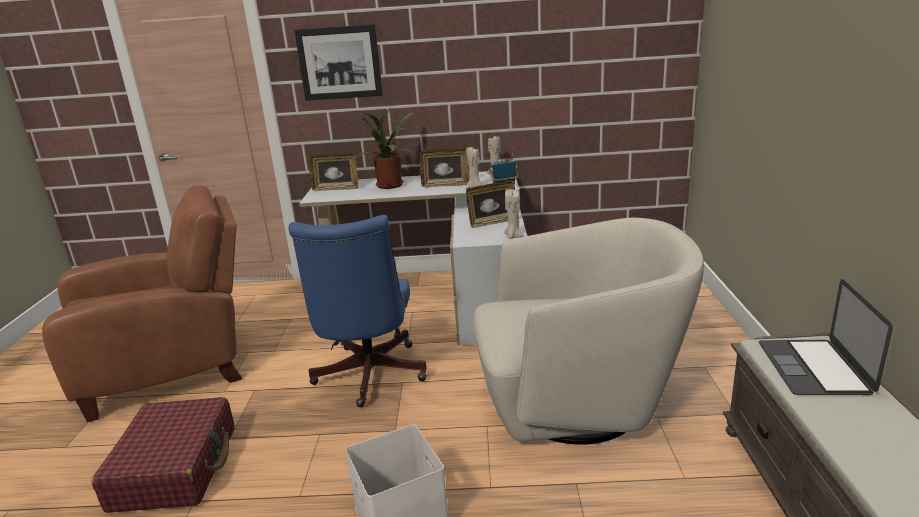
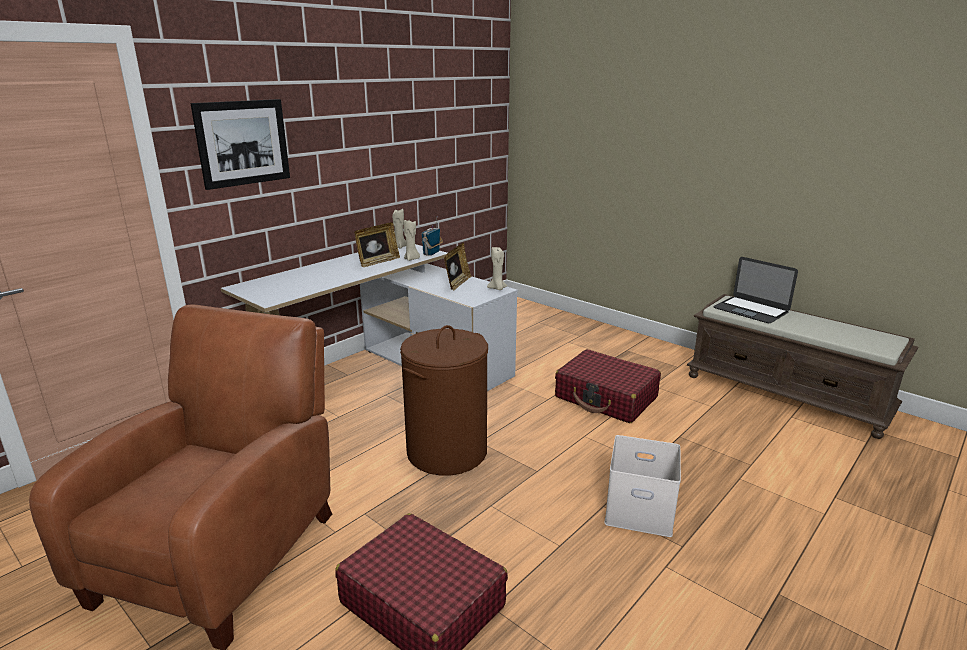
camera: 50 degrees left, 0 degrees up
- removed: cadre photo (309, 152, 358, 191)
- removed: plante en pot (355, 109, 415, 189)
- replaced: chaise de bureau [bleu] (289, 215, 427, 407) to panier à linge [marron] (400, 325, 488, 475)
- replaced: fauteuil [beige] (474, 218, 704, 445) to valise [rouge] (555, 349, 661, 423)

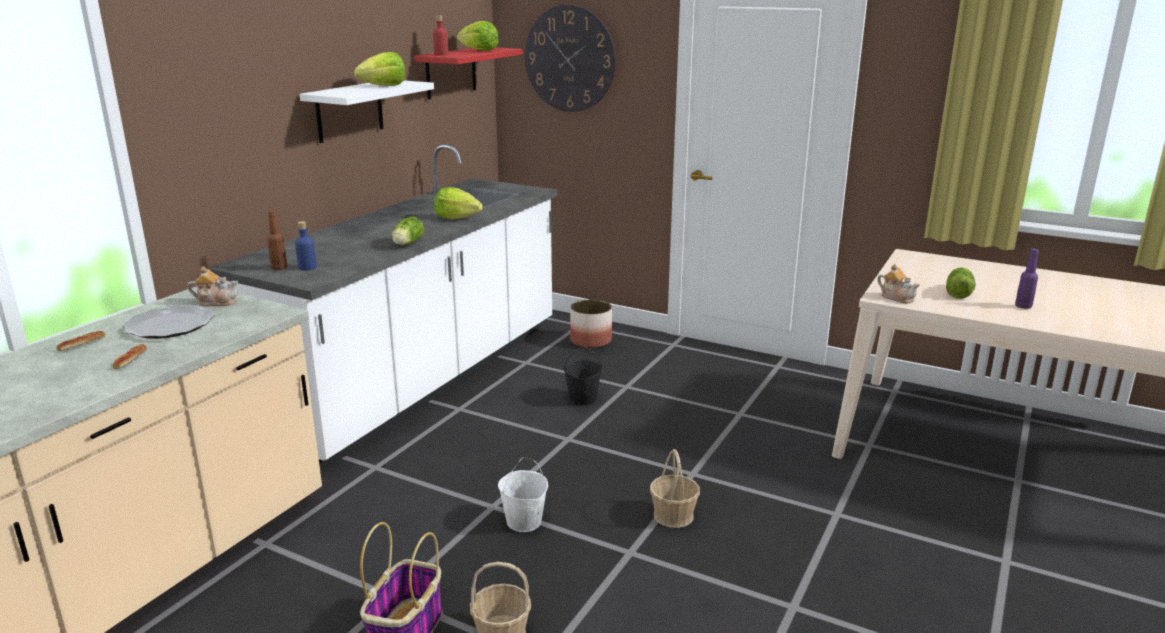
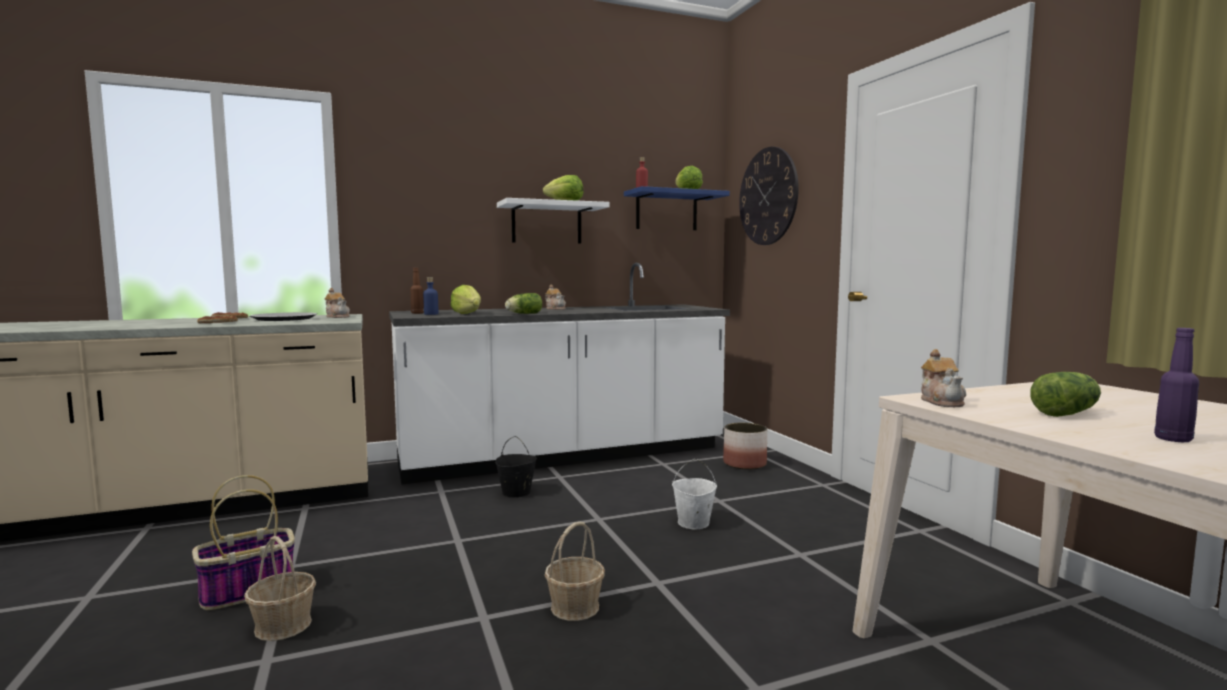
camera: 40 degrees right, 15 degrees down
- added: théière (545, 284, 566, 310)
- moved: laitue (434, 187, 483, 220) to (450, 285, 481, 314)
- moved: seau [blanc] (498, 457, 548, 532) to (672, 459, 717, 530)
- moved: seau [noir] (563, 346, 603, 405) to (495, 436, 537, 498)
- recoloured: étagère [rouge] (414, 47, 523, 100) to étagère [bleu] (624, 186, 730, 230)

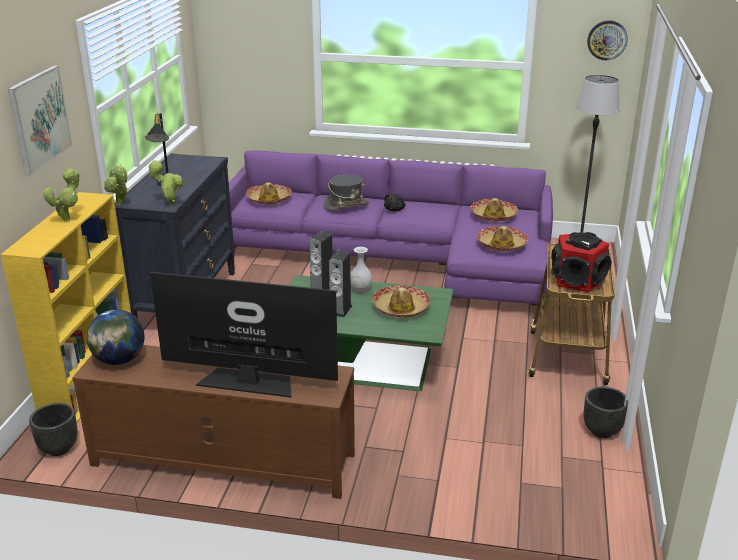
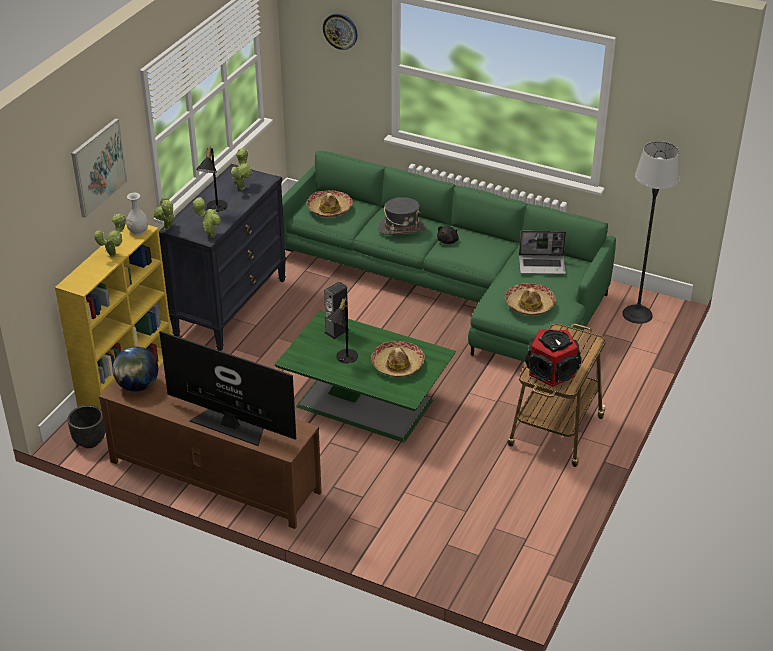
camera: 15 degrees right, 10 degrees up
- removed: cache-pot [noir] (584, 386, 628, 438)
- added: plante en pot (231, 148, 252, 190)
- moved: vase [blanc] (351, 247, 372, 293) to (126, 193, 148, 235)
- moved: horloge murale (587, 20, 628, 60) to (323, 14, 357, 50)
- replaced: enceinte (329, 250, 352, 317) to lampe de table [noir] (326, 297, 358, 363)
- replaced: chapeau (470, 198, 519, 221) to ordinateur portable (519, 230, 566, 274)
- recoloured: canapé [violet] (229, 150, 553, 316) to canapé [vert] (282, 151, 616, 362)

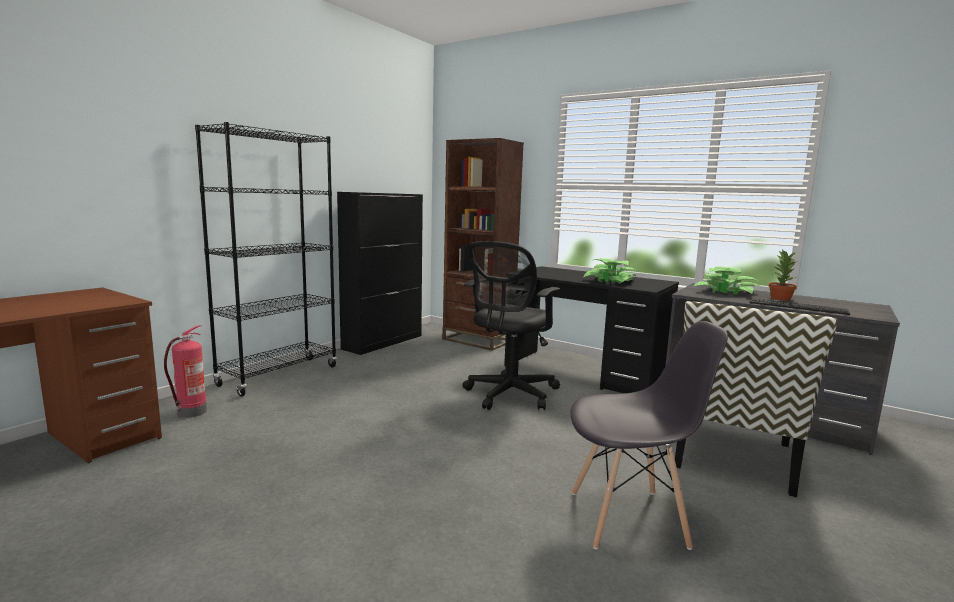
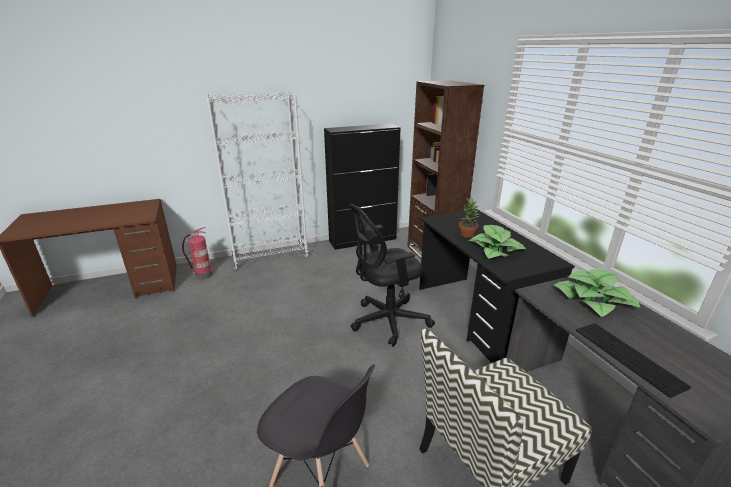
camera: 35 degrees right, 15 degrees up
- moved: plante en pot (769, 249, 797, 301) to (459, 197, 479, 238)
- recoloured: bibliothèque [noir] (195, 122, 337, 396) to bibliothèque [blanc] (206, 91, 309, 270)

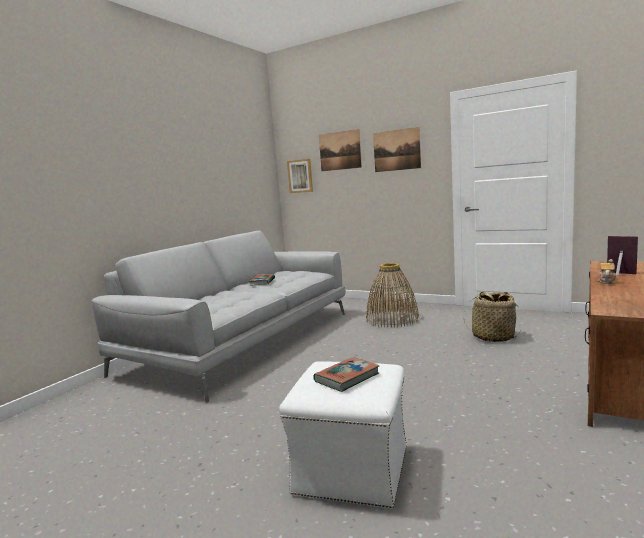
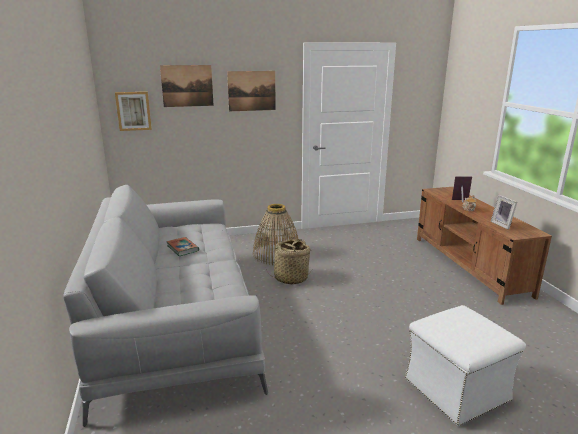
camera: 45 degrees left, 10 degrees up
- removed: livre (313, 357, 379, 392)
- added: cadre photo (491, 195, 517, 230)
- moved: panier (463, 292, 521, 342) to (266, 239, 312, 285)

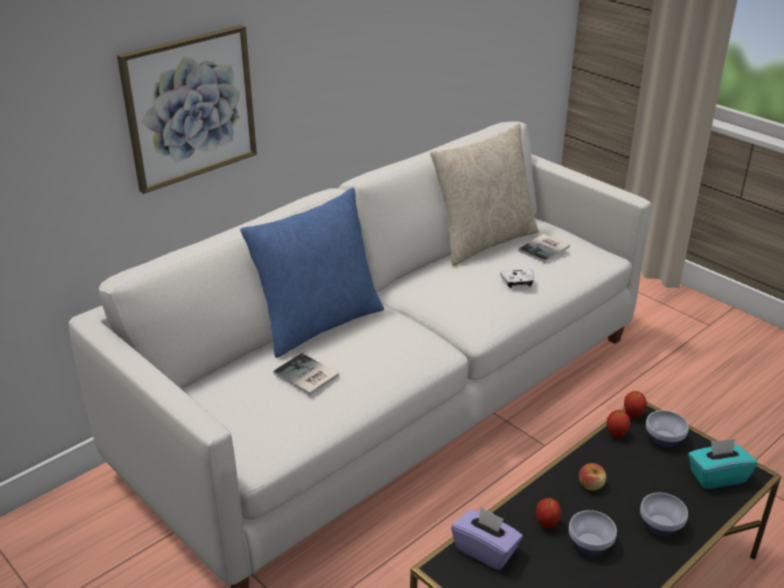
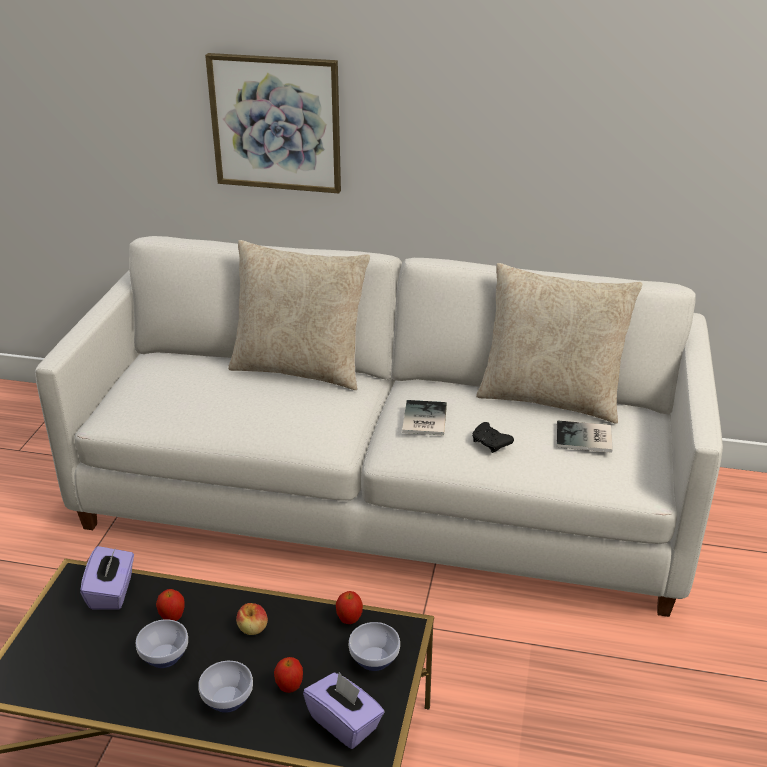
camera: 55 degrees right, 0 degrees up
- moved: livre (273, 353, 339, 395) to (402, 400, 447, 435)
- moved: pomme (624, 391, 647, 418) to (274, 657, 303, 693)
- recoloured: coussin [bleu] (240, 187, 384, 358) to coussin [beige] (228, 240, 370, 390)
- recoloured: manette [blanc] (500, 269, 534, 288) to manette [noir] (472, 422, 514, 453)
- recoloured: boîte à mouchoirs [turquoise] (688, 439, 757, 489) to boîte à mouchoirs [violet] (303, 672, 385, 749)

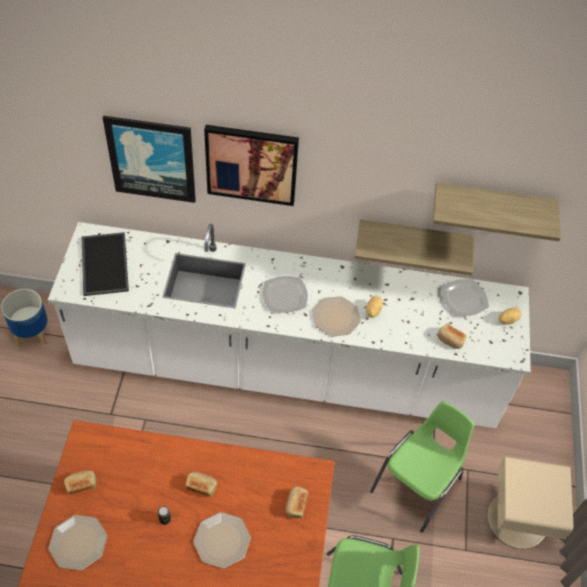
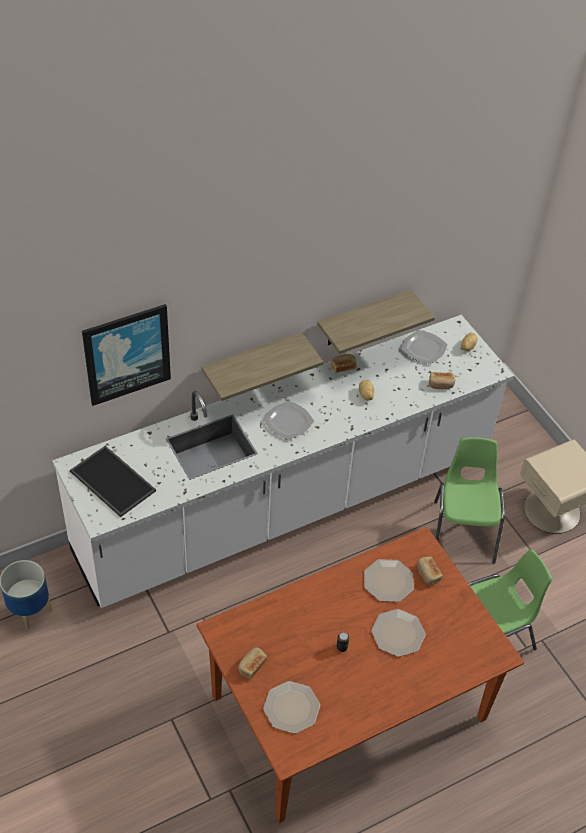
camera: 35 degrees left, 5 degrees down
- removed: tableau (204, 125, 299, 206)
- moved: pain (186, 472, 217, 497) to (331, 354, 357, 373)
- moved: assiette (312, 296, 361, 336) to (364, 559, 414, 602)
- moved: étagère (433, 183, 561, 241) to (201, 332, 323, 401)

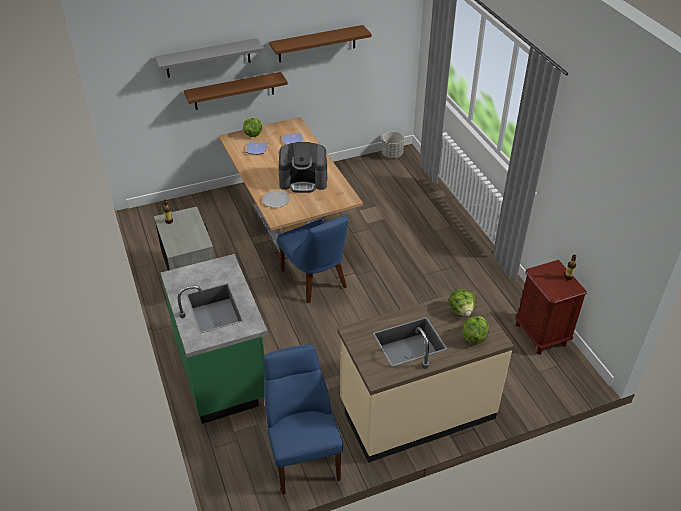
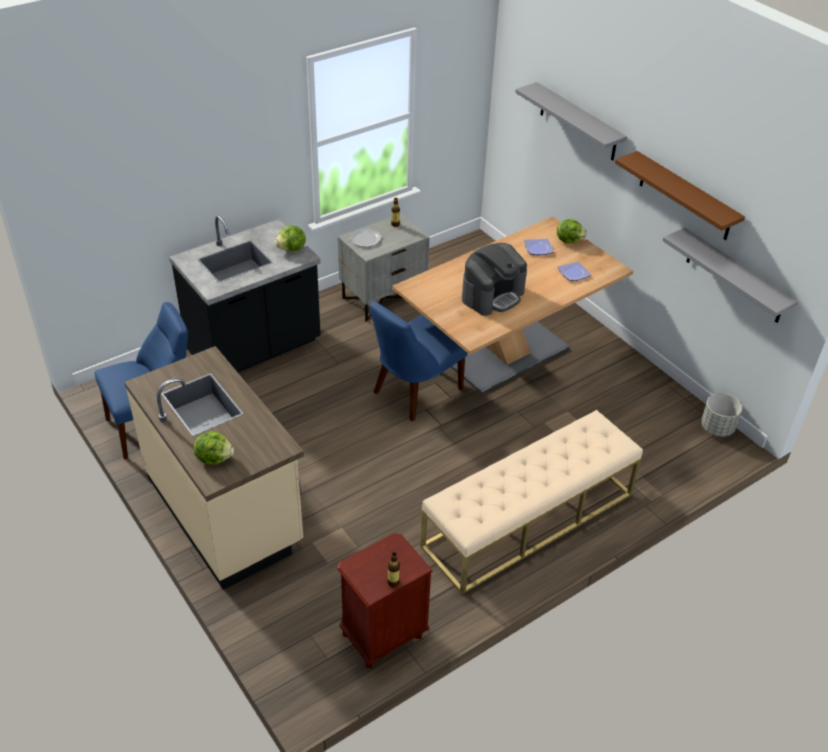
camera: 75 degrees right, 0 degrees up
- removed: étagère [marron] (184, 72, 288, 110)
- added: banc [beige] (420, 410, 643, 595)
- added: étagère [gris] (662, 228, 799, 323)
- moved: assiette (262, 191, 290, 208) to (350, 228, 381, 247)
- moved: laitue (449, 289, 475, 316) to (275, 226, 306, 252)
- recoloured: comptoir de cuisine [vert] (161, 254, 268, 424) to comptoir de cuisine [noir] (169, 216, 321, 372)
- turned: machine à café (278, 142, 327, 193) = (462, 243, 527, 316) 120 degrees counterclockwise

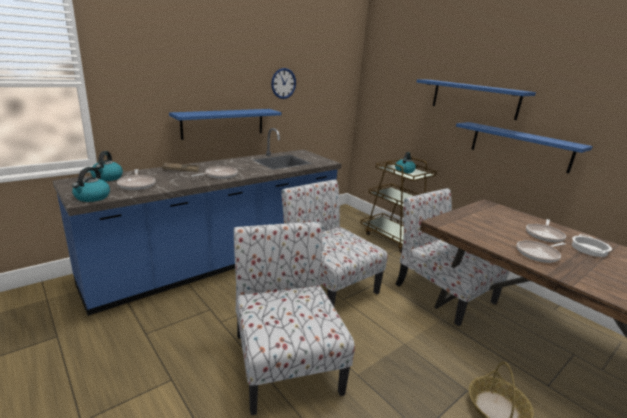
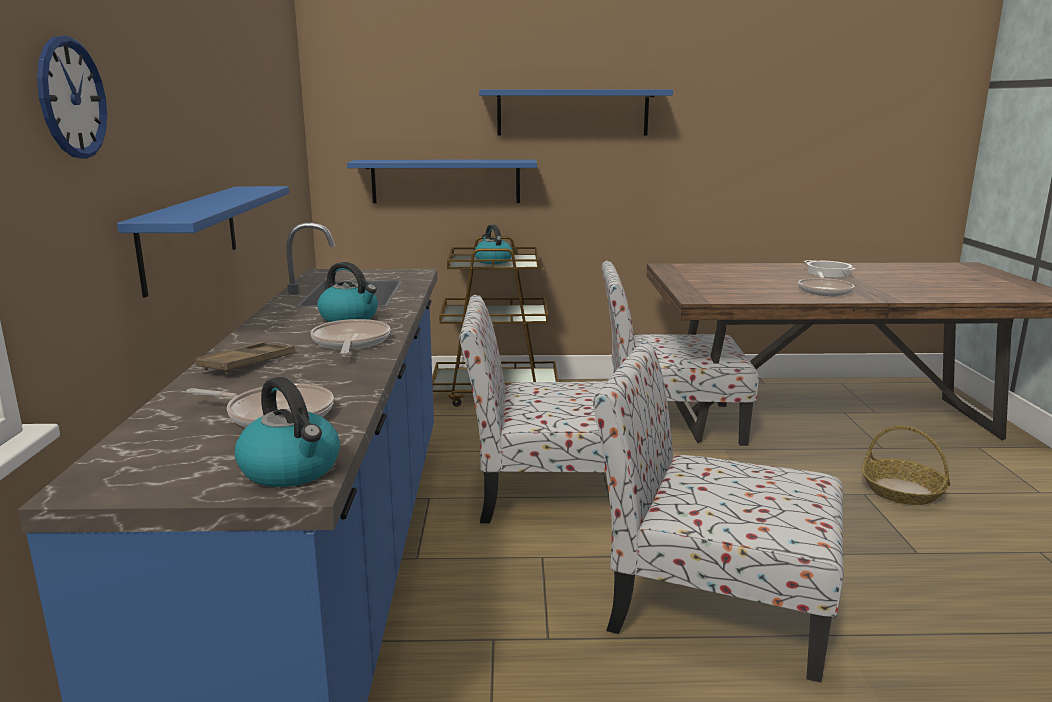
camera: 50 degrees left, 5 degrees down
- removed: poêle (526, 219, 566, 242)
- moved: bouilloire (91, 151, 123, 181) to (317, 262, 378, 322)
- moved: horloge murale (271, 68, 296, 99) to (37, 36, 107, 159)
- moved: étagère [bleu] (456, 122, 593, 174) to (347, 159, 537, 203)

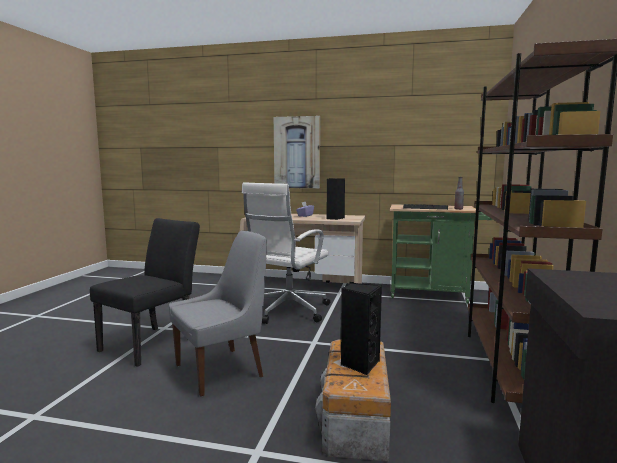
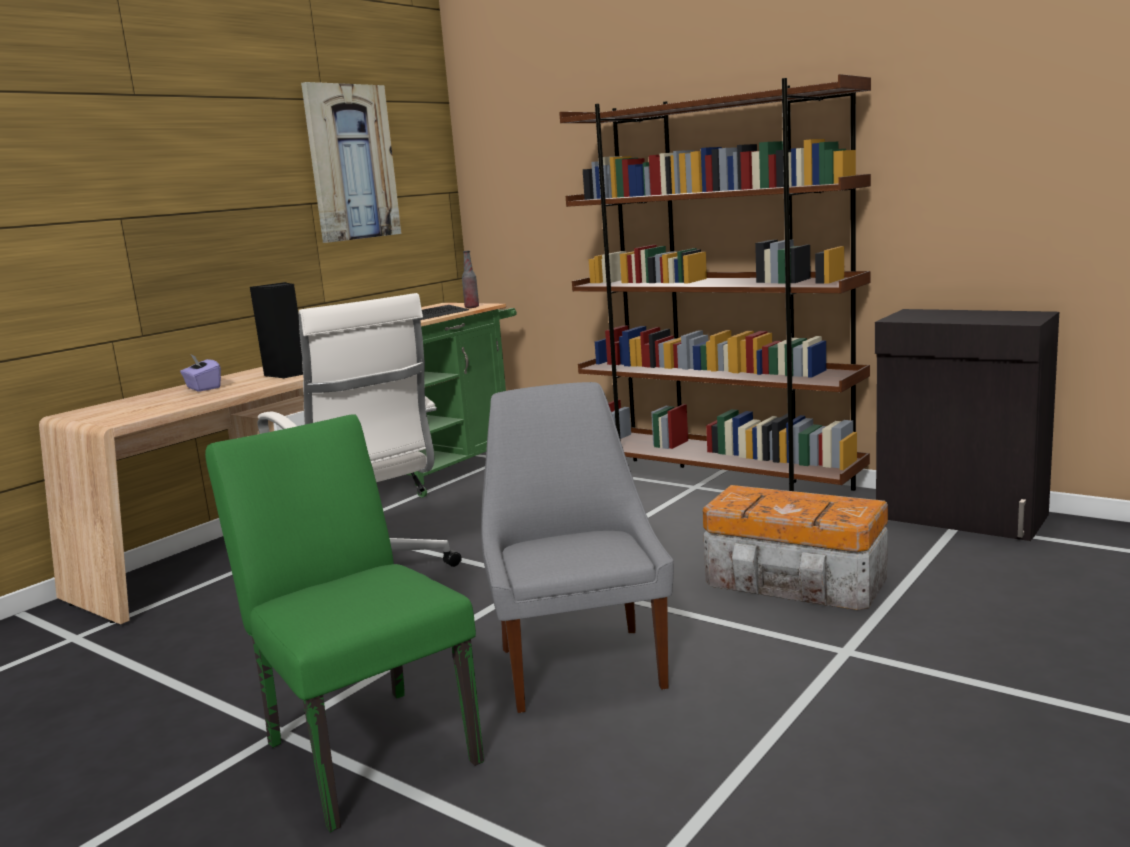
camera: 65 degrees left, 5 degrees up
- removed: enceinte [noir] (341, 283, 382, 375)
- moved: tableau (274, 116, 320, 188) to (301, 82, 402, 243)
- recoloured: chaise [noir] (90, 218, 200, 367) to chaise [vert] (205, 414, 484, 832)

